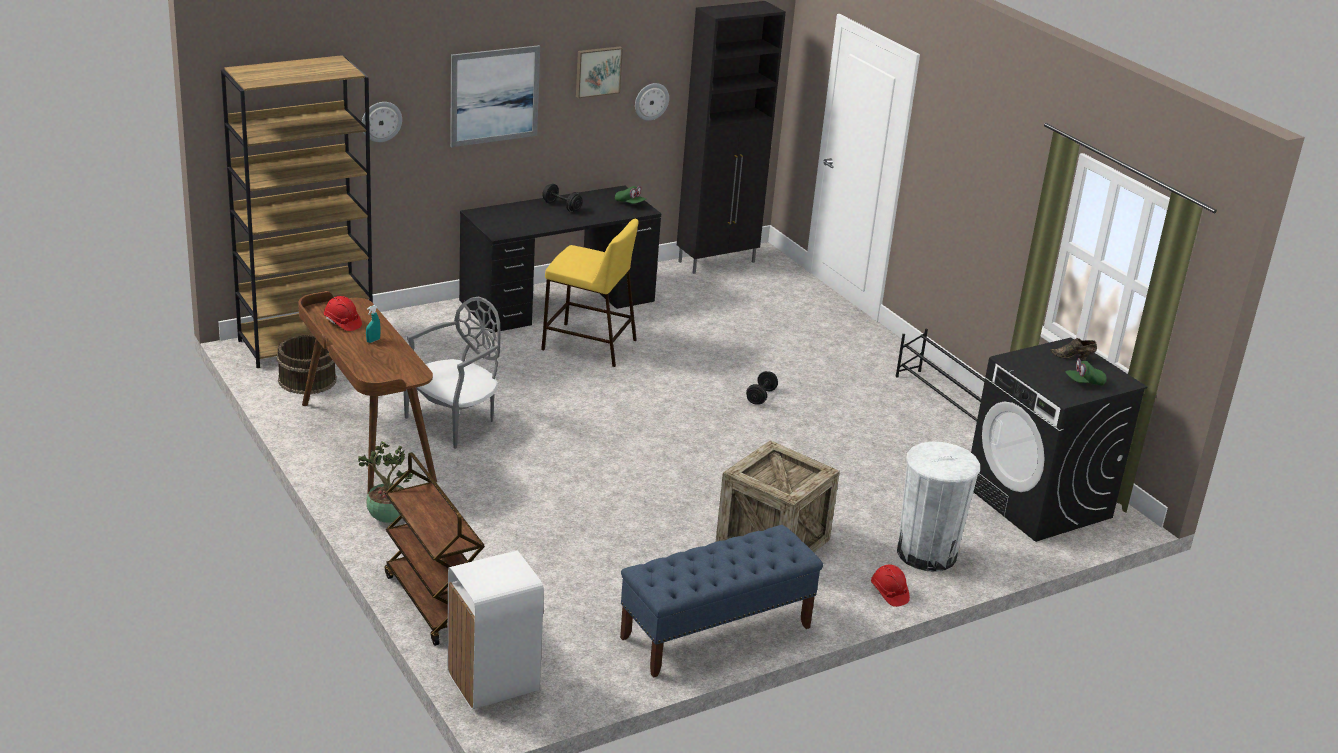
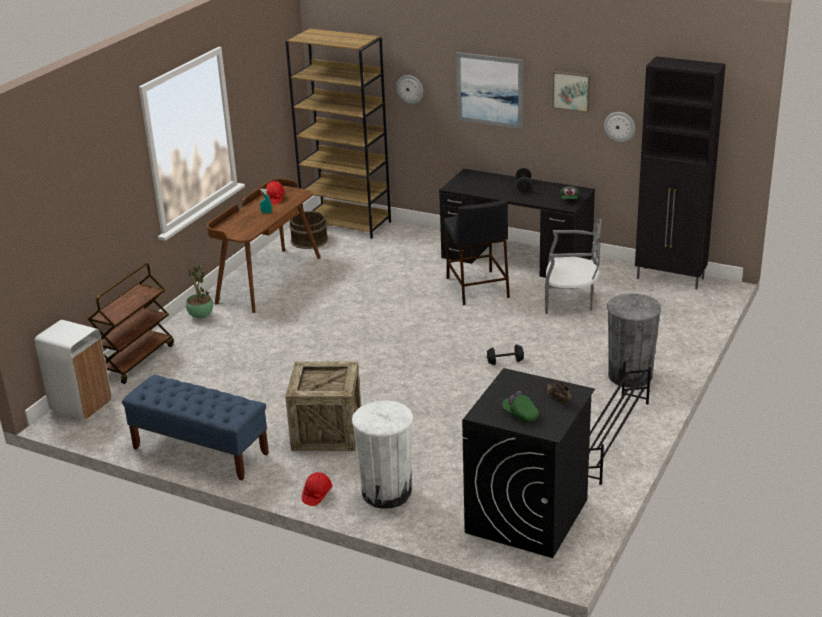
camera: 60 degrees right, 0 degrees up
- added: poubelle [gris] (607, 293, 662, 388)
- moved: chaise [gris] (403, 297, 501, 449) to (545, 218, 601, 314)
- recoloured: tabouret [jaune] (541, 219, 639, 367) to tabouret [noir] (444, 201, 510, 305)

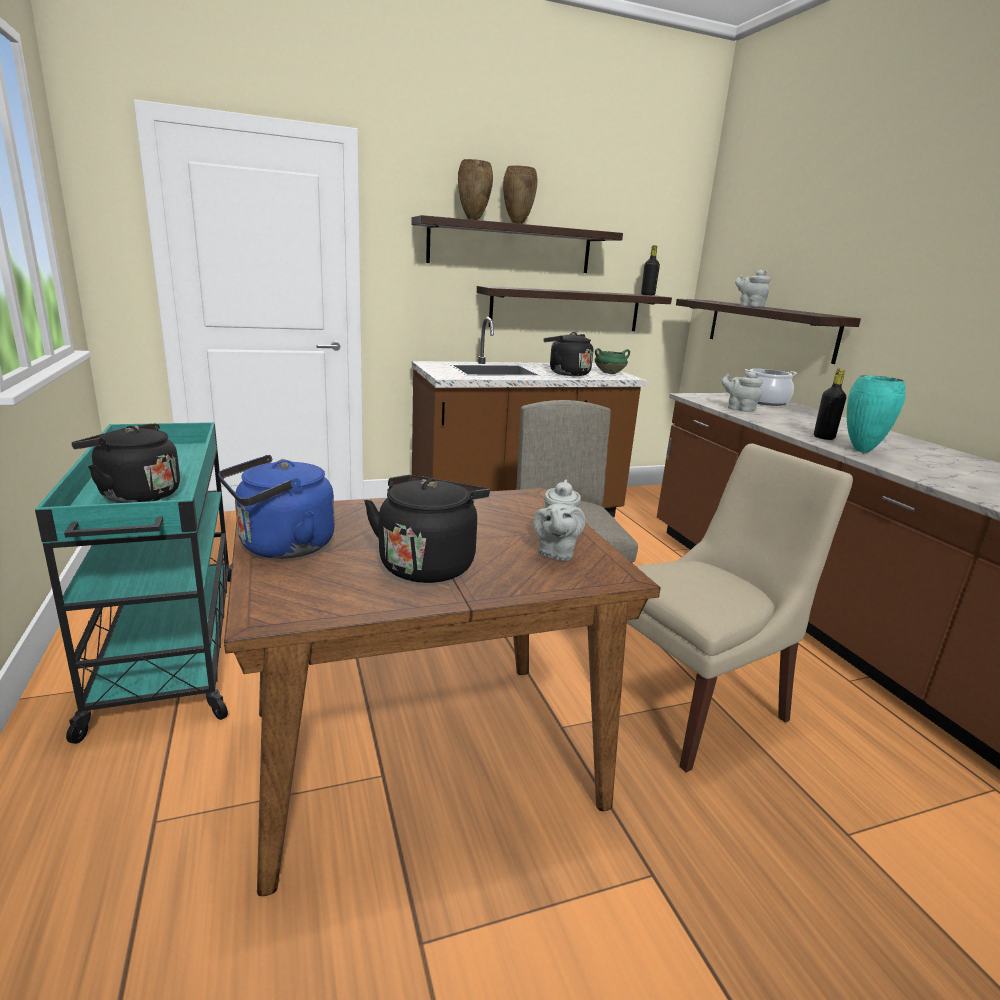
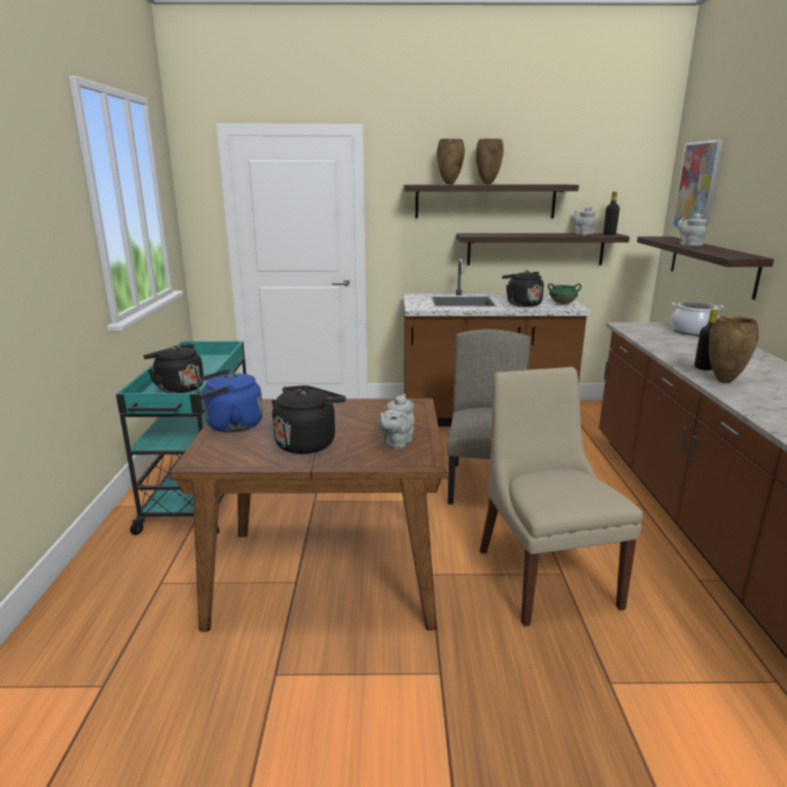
camera: 20 degrees right, 0 degrees up
- added: tableau (672, 140, 723, 232)
- moved: théière [gris] (722, 371, 763, 412) to (572, 206, 596, 235)
- recoloured: vase [turquoise] (847, 375, 906, 453) to vase [marron] (709, 316, 759, 383)
- turned: chaise [beige] (627, 443, 853, 773) = (479, 367, 643, 627) 90 degrees counterclockwise

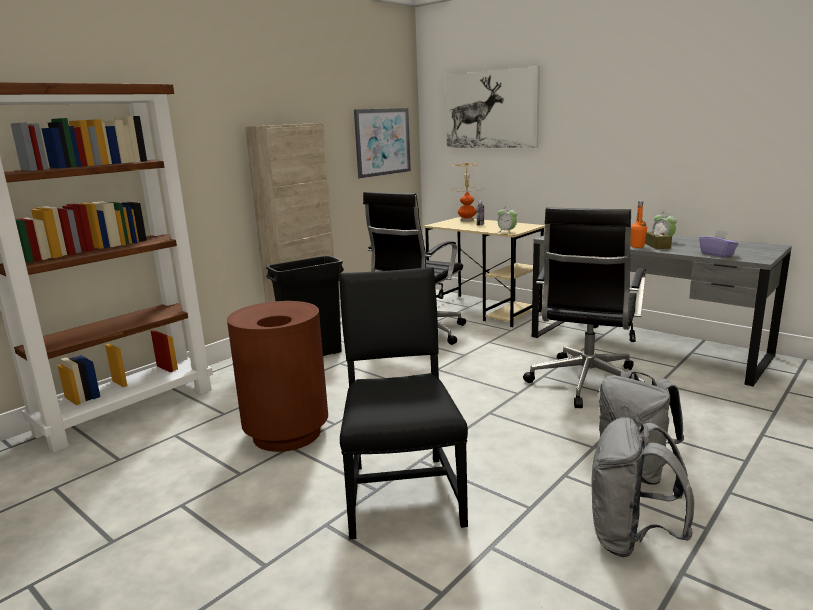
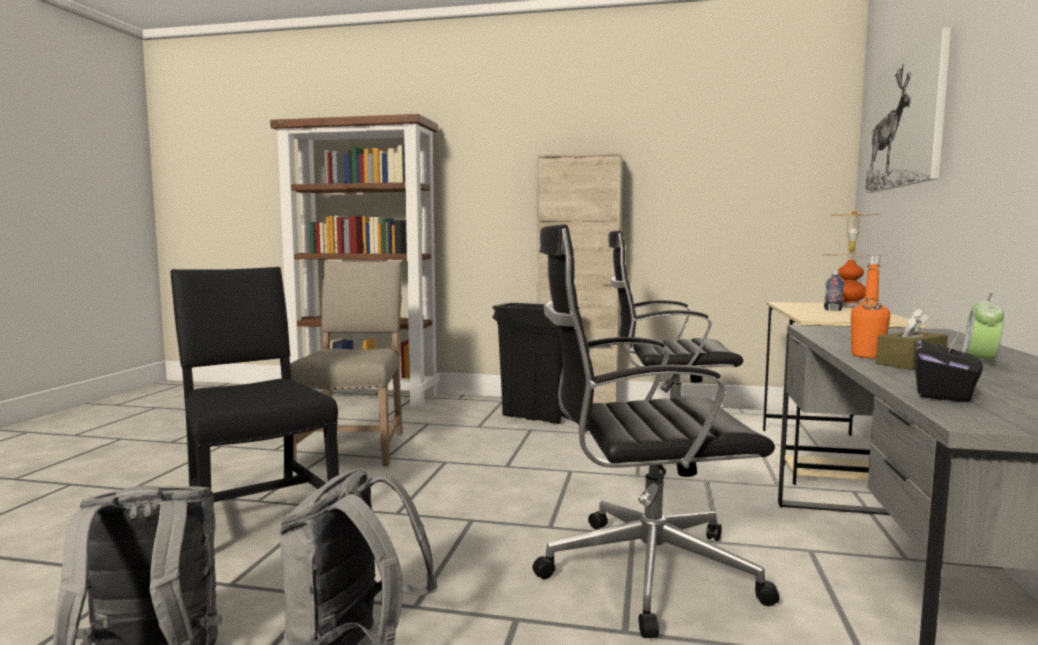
camera: 60 degrees right, 10 degrees down
- removed: tableau (354, 108, 411, 178)
- removed: réveil (498, 206, 517, 234)
- replaced: poubelle [marron] (227, 301, 328, 452) to chaise [beige] (290, 261, 403, 466)
- recoloured: boîte à mouchoirs [violet] (699, 229, 739, 257) to boîte à mouchoirs [noir] (915, 328, 983, 402)
- turned: chaise [noir] (339, 267, 468, 540) = (170, 267, 339, 502) 90 degrees counterclockwise

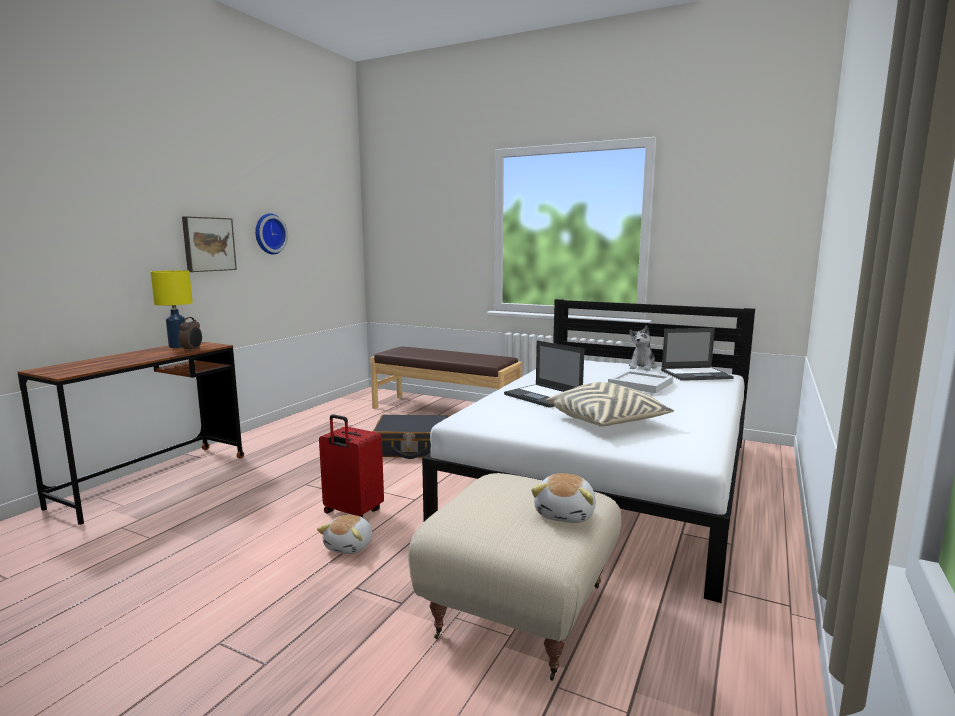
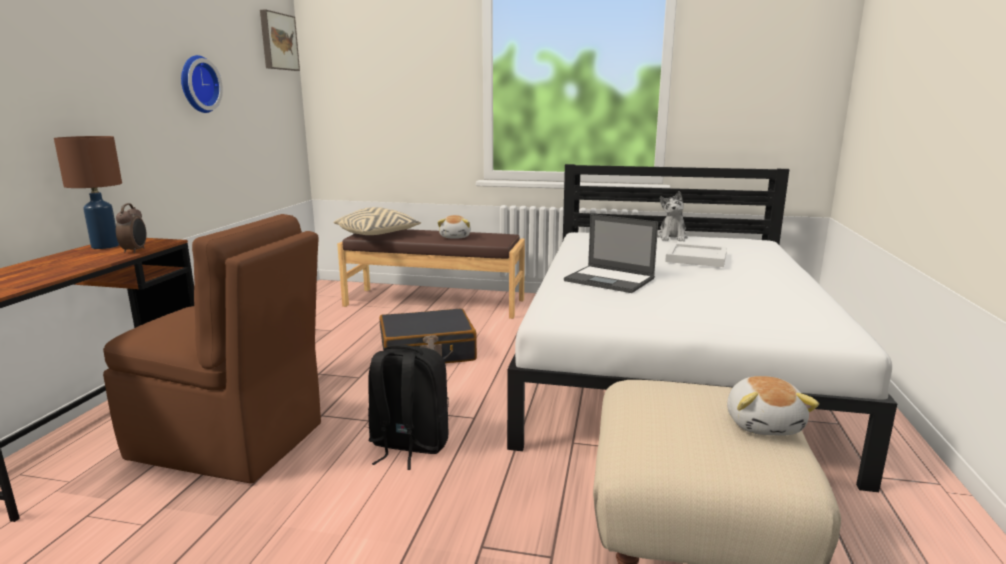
camera: 15 degrees left, 5 degrees up
- removed: ordinateur portable (661, 328, 734, 381)
- added: chaise [marron] (103, 214, 321, 484)
- moved: tableau (182, 216, 237, 272) to (260, 10, 300, 71)
- moved: peluche (317, 515, 372, 554) to (438, 215, 471, 238)
- moved: coussin [beige] (546, 382, 674, 427) to (334, 207, 421, 235)
- replaced: valise [rouge] (319, 414, 384, 518) to sac à dos [noir] (368, 345, 449, 470)
- recoloured: lampe de table [jaune] (151, 270, 193, 348) to lampe de table [marron] (54, 136, 122, 249)

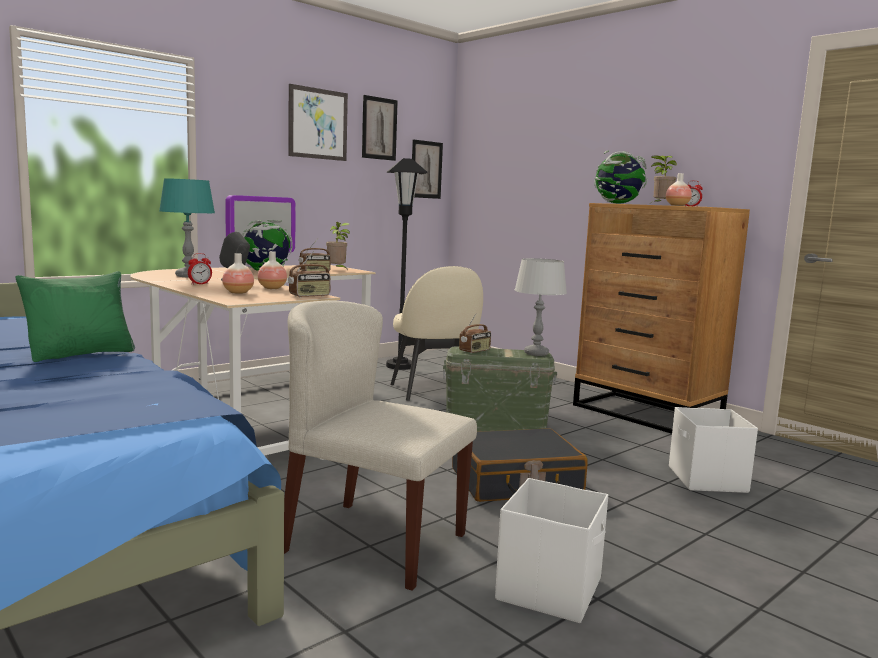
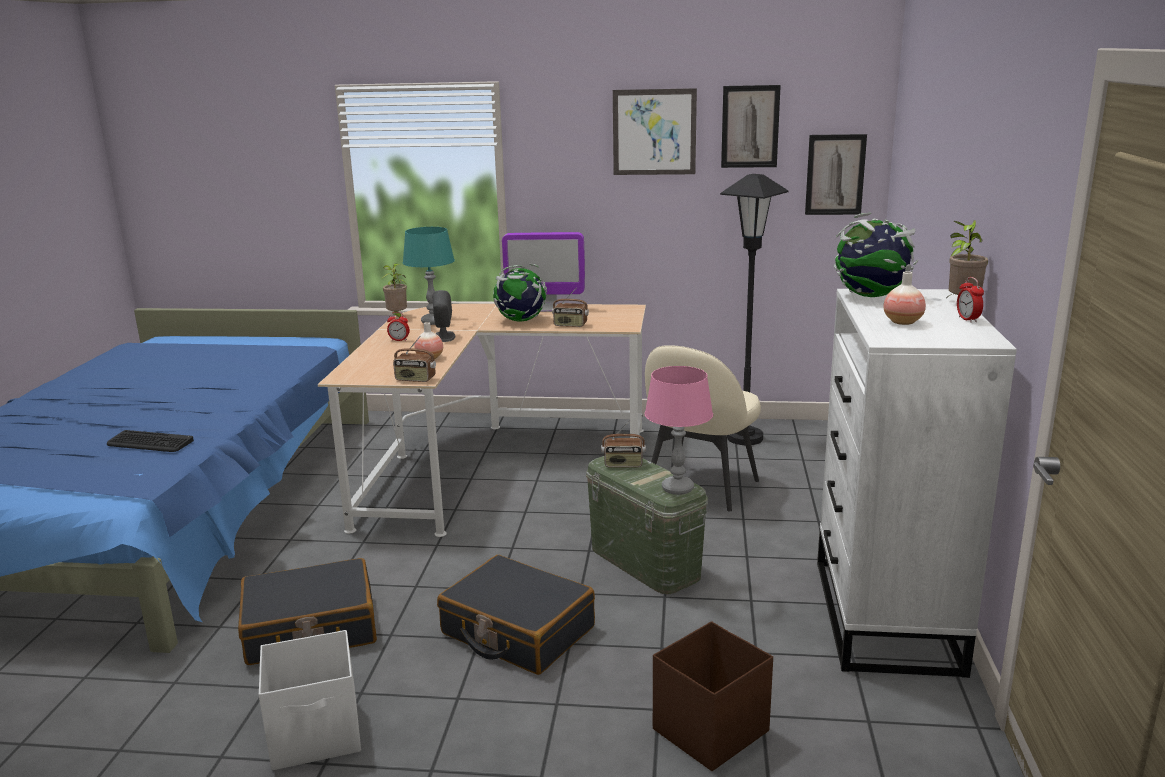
camera: 50 degrees right, 10 degrees up
- removed: coussin [vert] (15, 271, 135, 362)
- removed: vase (222, 253, 254, 294)
- added: clavier (107, 430, 194, 452)
- moved: plante en pot (326, 222, 350, 270) to (381, 263, 407, 318)
- replaced: chaise [beige] (284, 300, 477, 591) to valise [noir] (238, 558, 377, 665)
- recoloured: lampe de table [gris] (515, 258, 567, 356) to lampe de table [rose] (645, 366, 713, 495)
- recoloured: commode [marron] (573, 203, 750, 434) to commode [blanc] (817, 289, 1017, 678)
- recoloured: boîte de rangement [blanc] (669, 407, 758, 493) to boîte de rangement [marron] (653, 622, 773, 771)

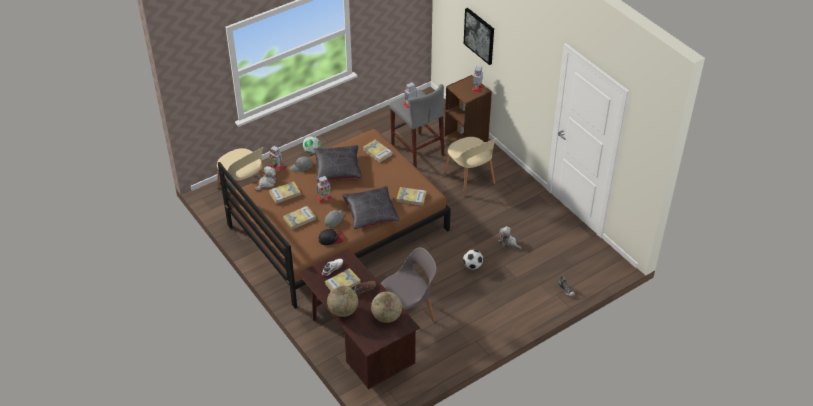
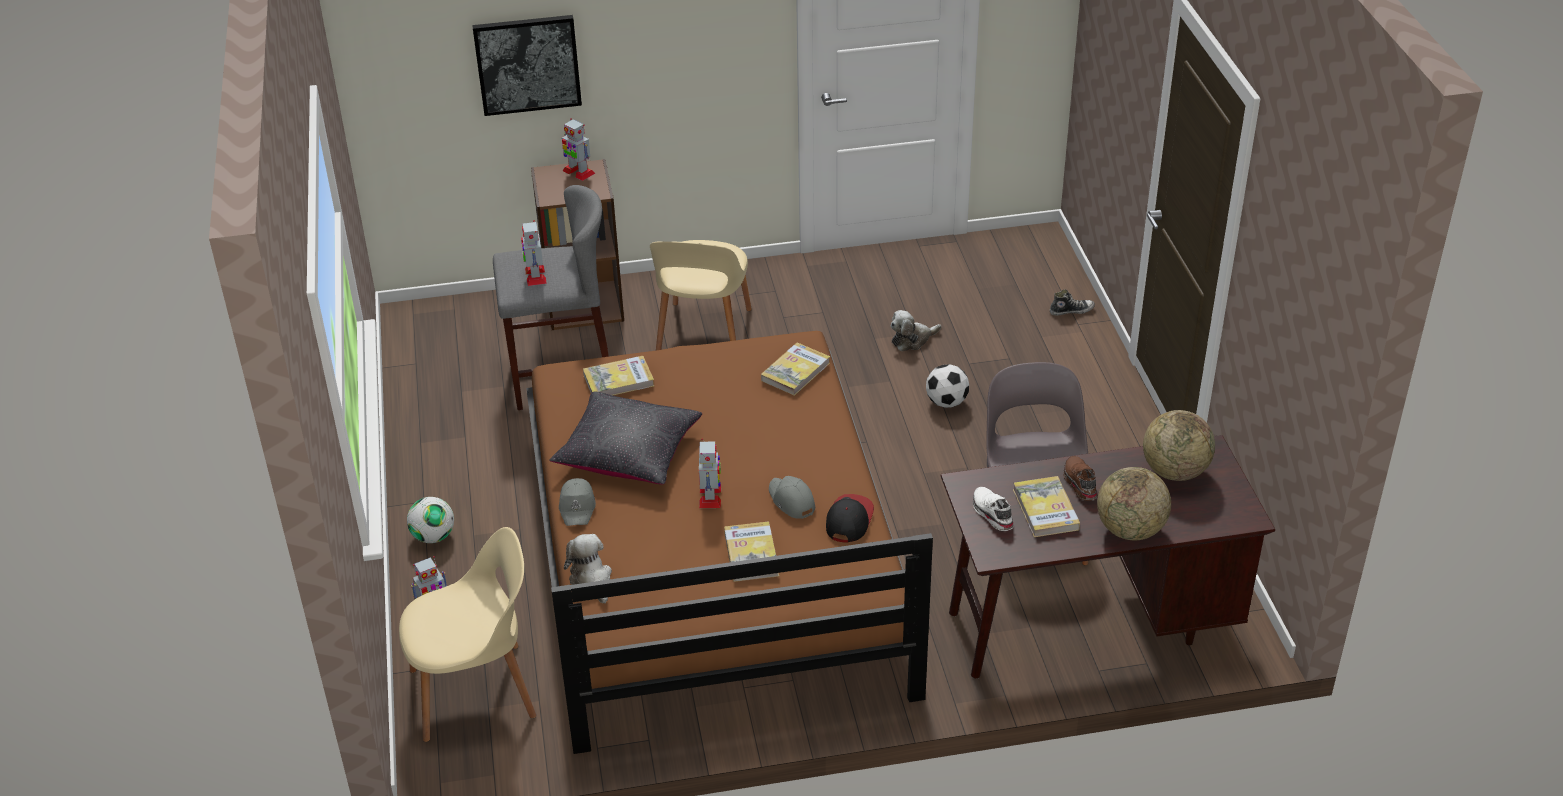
camera: 65 degrees left, 5 degrees down
- removed: livre (269, 181, 301, 204)
- removed: coussin [noir] (343, 186, 400, 229)
- turned: chaise [beige] (443, 137, 497, 197) = (650, 240, 752, 350) 105 degrees clockwise

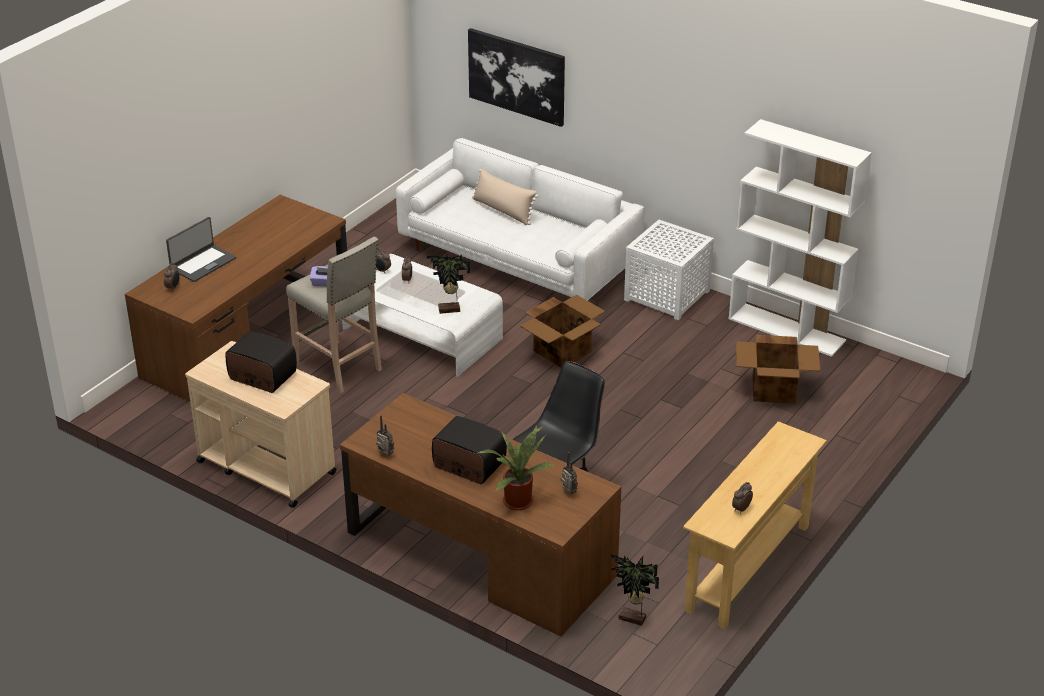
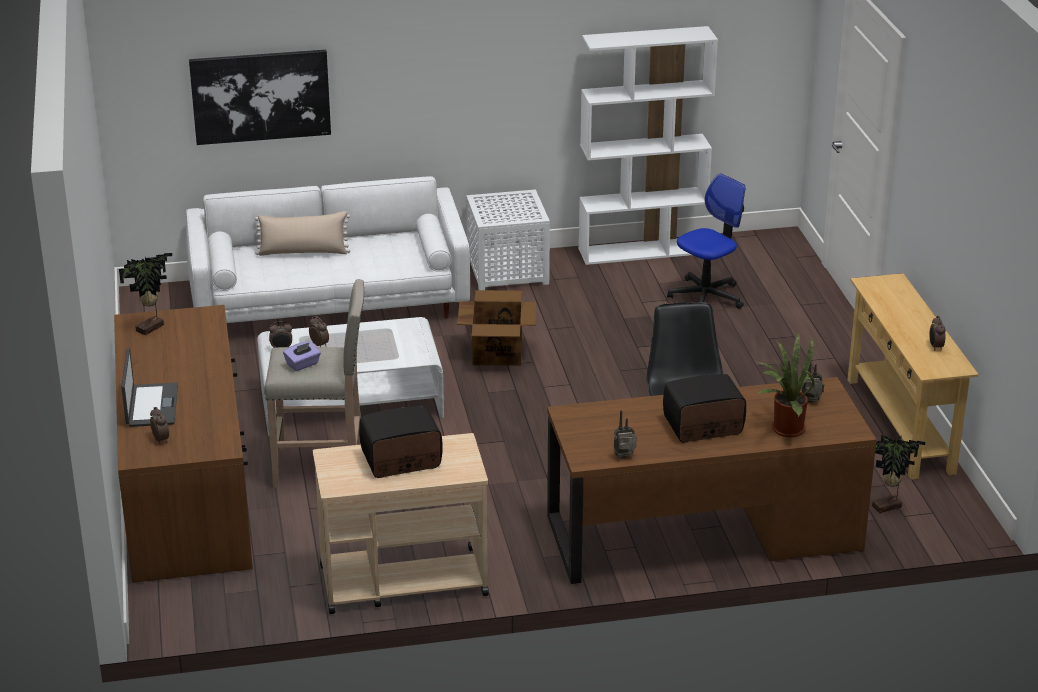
camera: 45 degrees left, 5 degrees down
- moved: plante en pot (427, 253, 470, 314) to (119, 253, 172, 335)
- replaced: carton (736, 335, 820, 404) to chaise de bureau (667, 173, 745, 309)

